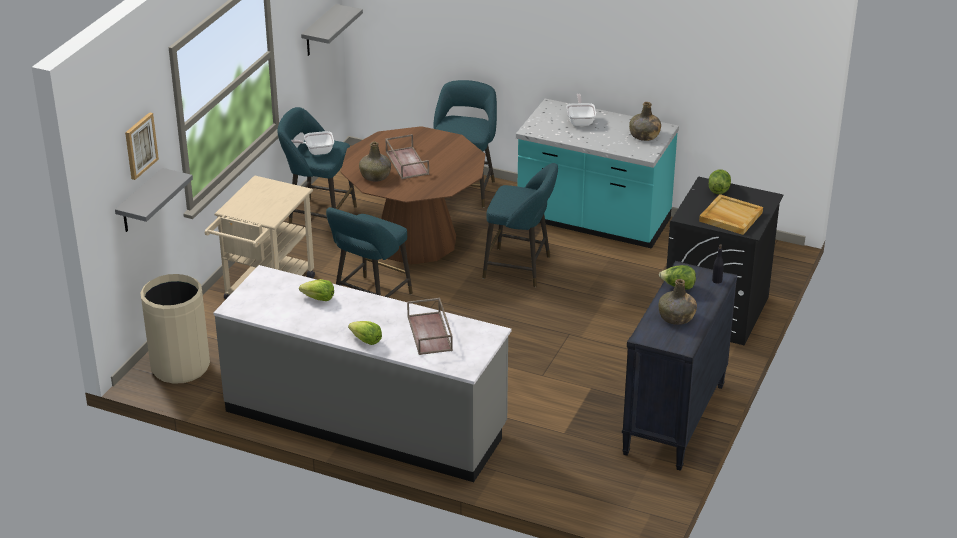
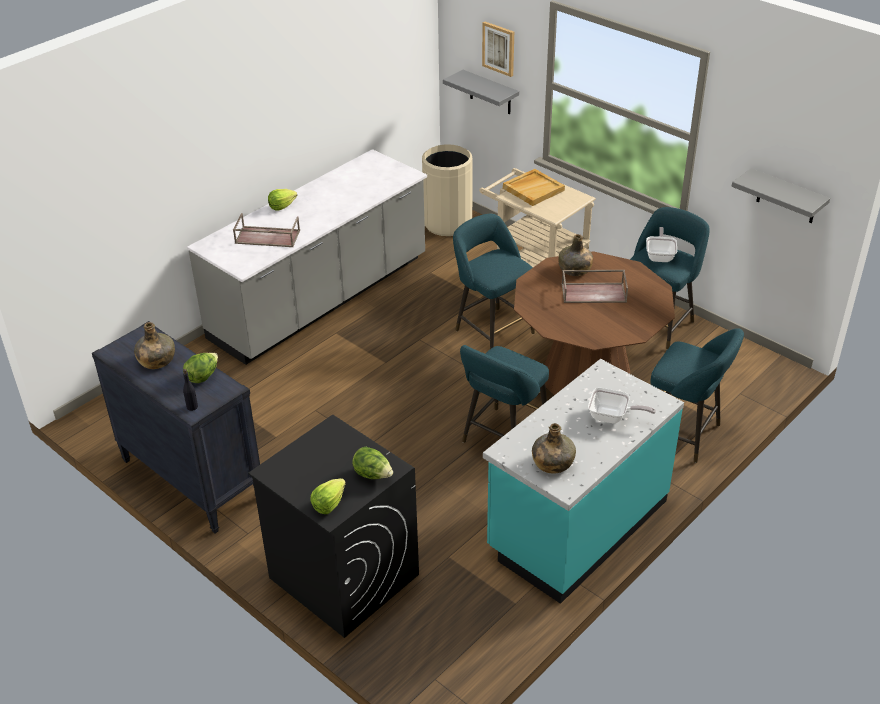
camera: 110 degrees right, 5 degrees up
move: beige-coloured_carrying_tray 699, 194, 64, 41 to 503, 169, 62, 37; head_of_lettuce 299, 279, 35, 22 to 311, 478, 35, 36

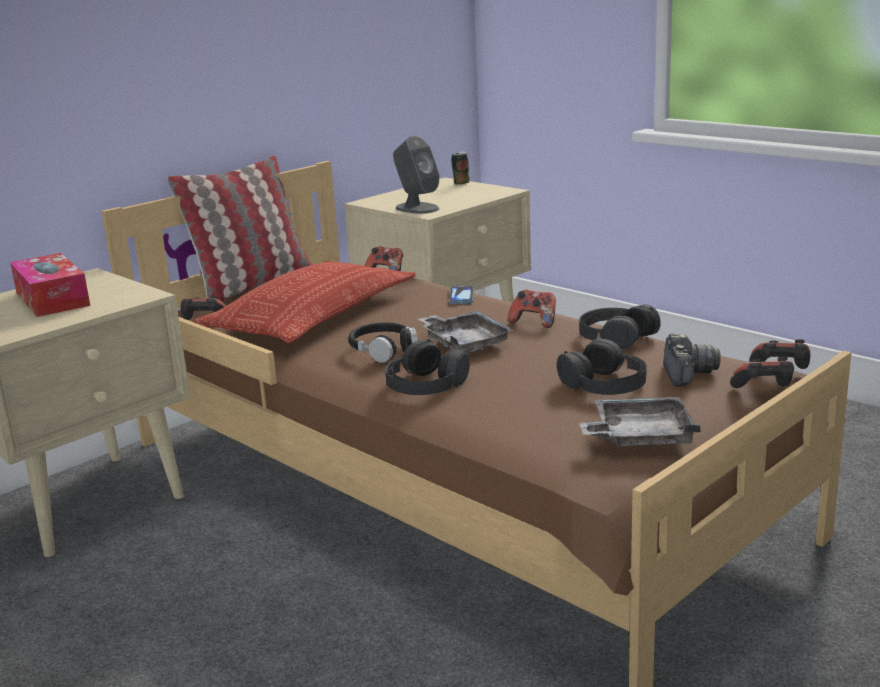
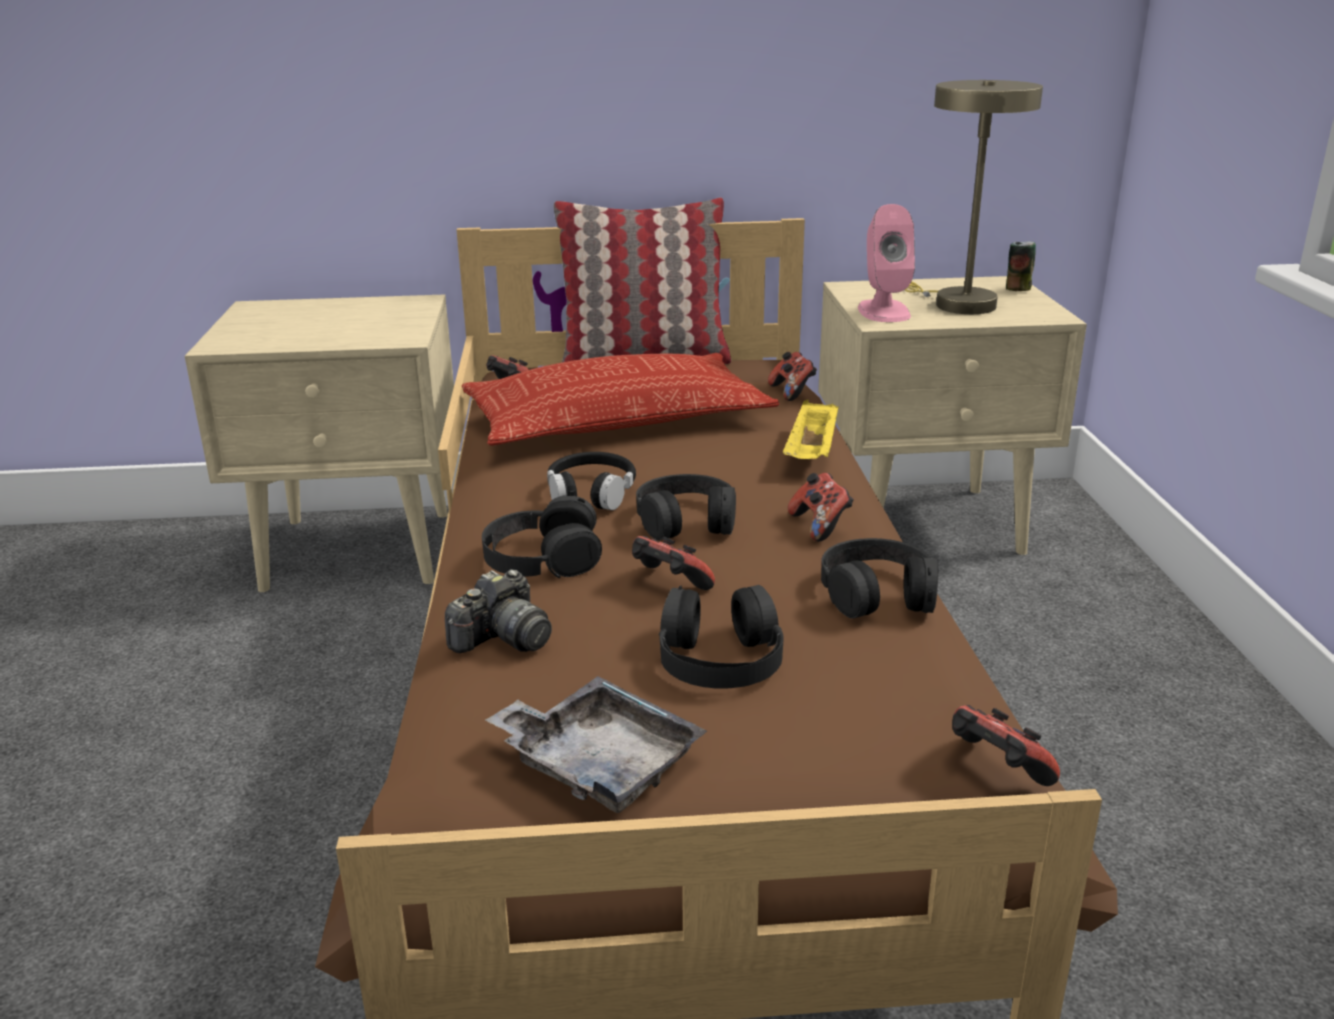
camera: 40 degrees right, 5 degrees up
delete: tissue_box 10, 253, 80, 64
insert: beige-coloured_tabletop_lamp 905, 80, 138, 234
move: photo_camera 663, 333, 58, 53 to 445, 569, 107, 84; joypad 730, 357, 64, 31 to 632, 536, 83, 54
replace: phone 449, 286, 25, 18 to yellowish_carrying_tray 783, 400, 56, 59; greyish_carrying_tray 418, 310, 97, 43 to black_pair_of_headphones 636, 474, 100, 67
recolor: greyish_audio_speaker 393, 136, 47, 78 to pinkish_audio_speaker 858, 204, 57, 118

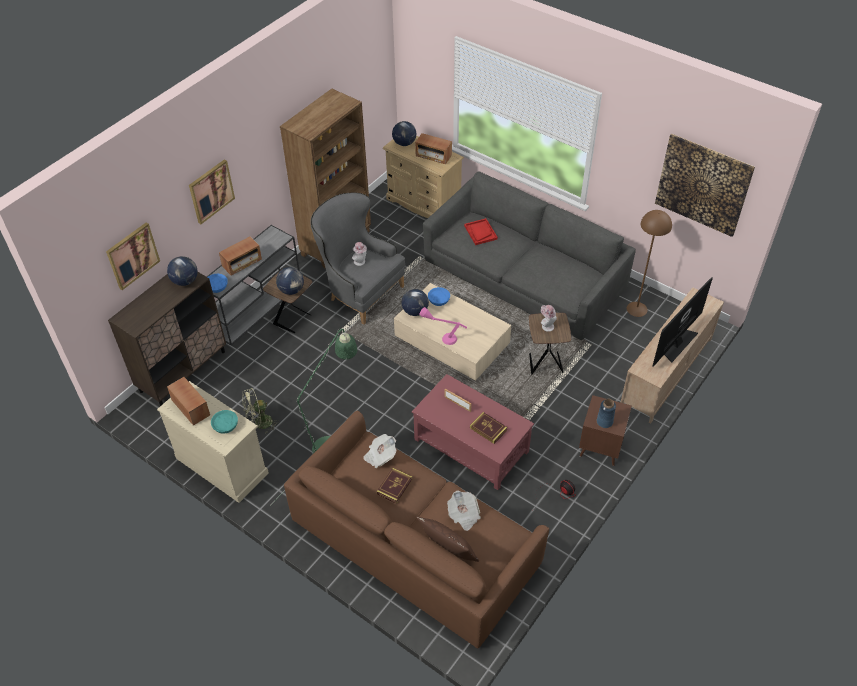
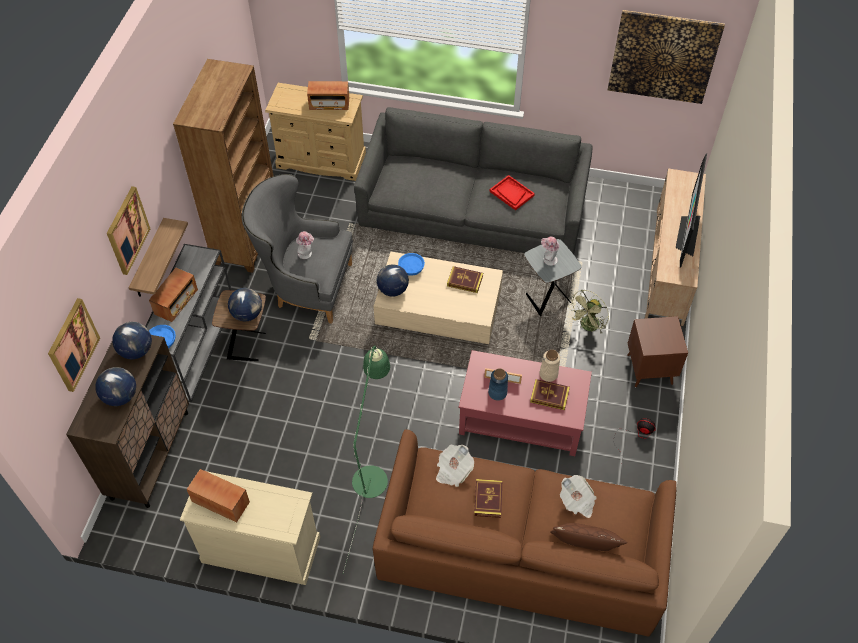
camera: 25 degrees left, 5 degrees up
delete: brown_standard_lamp 627, 210, 45, 107; pinkish_tabletop_lamp 419, 307, 48, 38; turquoise_bowl 211, 410, 27, 24
insert: bracket_shelf 129, 218, 59, 79; bound_book 447, 266, 36, 27; beige-coloured_flower_vase 539, 350, 21, 32
move: globe 392, 121, 24, 25 to 95, 367, 41, 39; red-coloured_carrying_tray 464, 218, 34, 27 to 489, 175, 46, 35; green-coloured_cooling_fan 242, 388, 37, 46 to 568, 290, 41, 43; blue-coloured_flower_vase 597, 399, 19, 29 to 488, 368, 20, 33
recolor: brown_end_table 529, 313, 42, 62 to greyish_end_table 524, 239, 57, 77

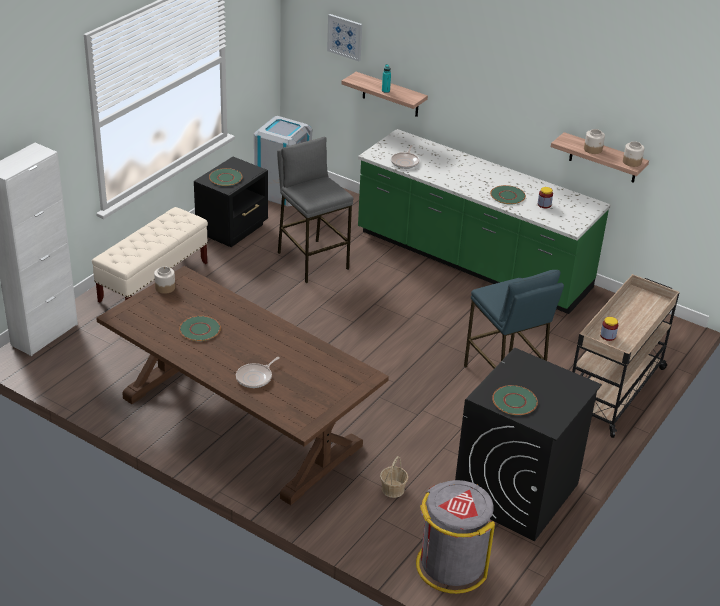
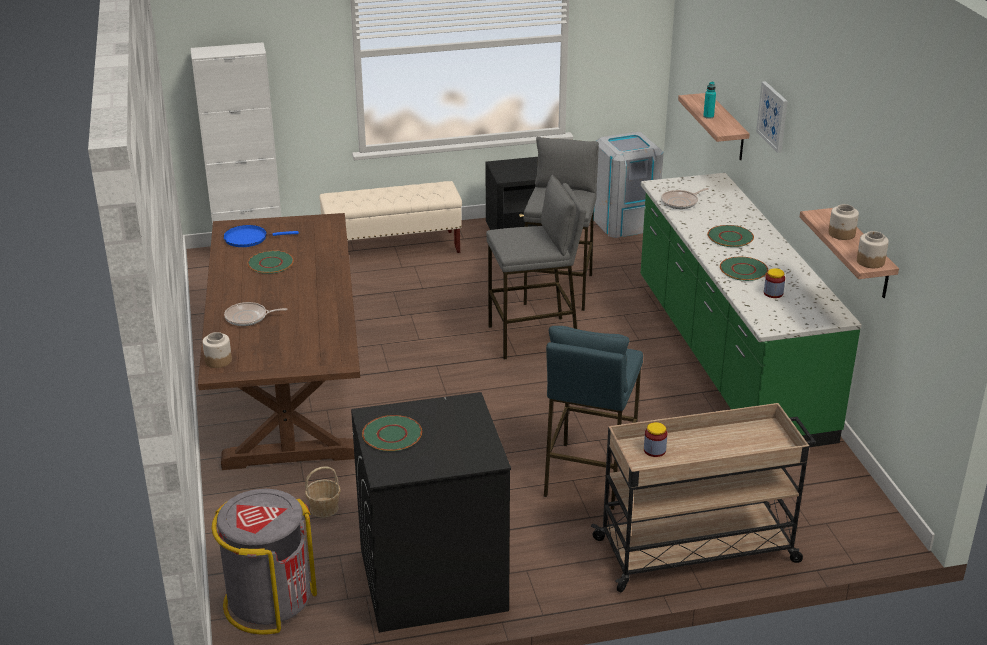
camera: 45 degrees right, 5 degrees down
insert: greyish_stool_seat 486, 175, 100, 184; blue-coloured_frying_pan 223, 225, 76, 22
move: wall_picture 327, 14, 35, 47 to 756, 81, 32, 72; green-coloured_dinner_plate 209, 168, 34, 18 to 708, 225, 46, 22; storage_jar 154, 266, 21, 28 to 202, 332, 30, 36

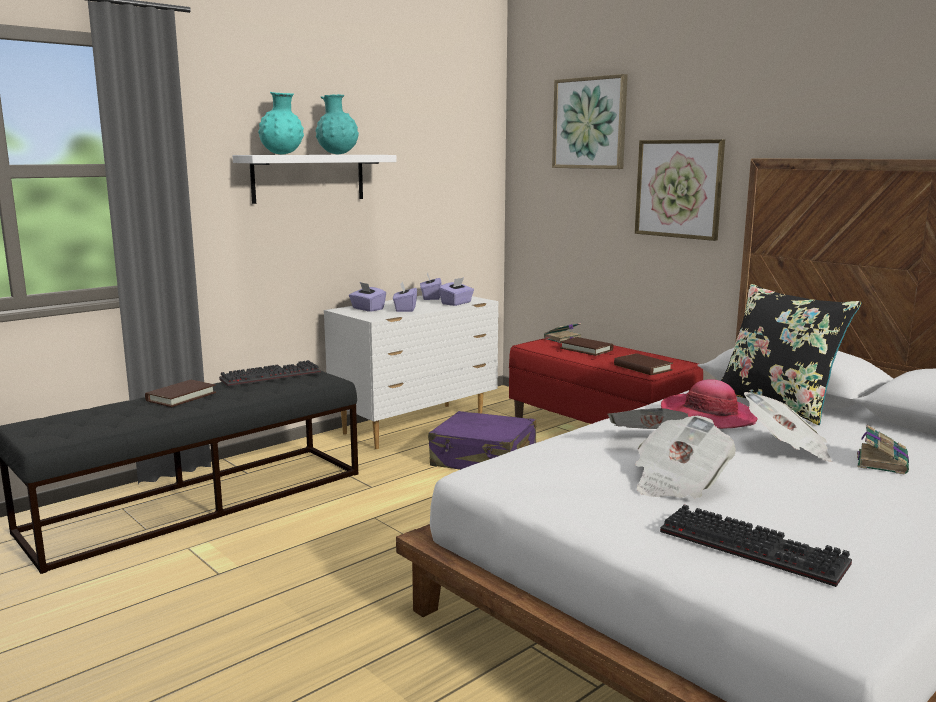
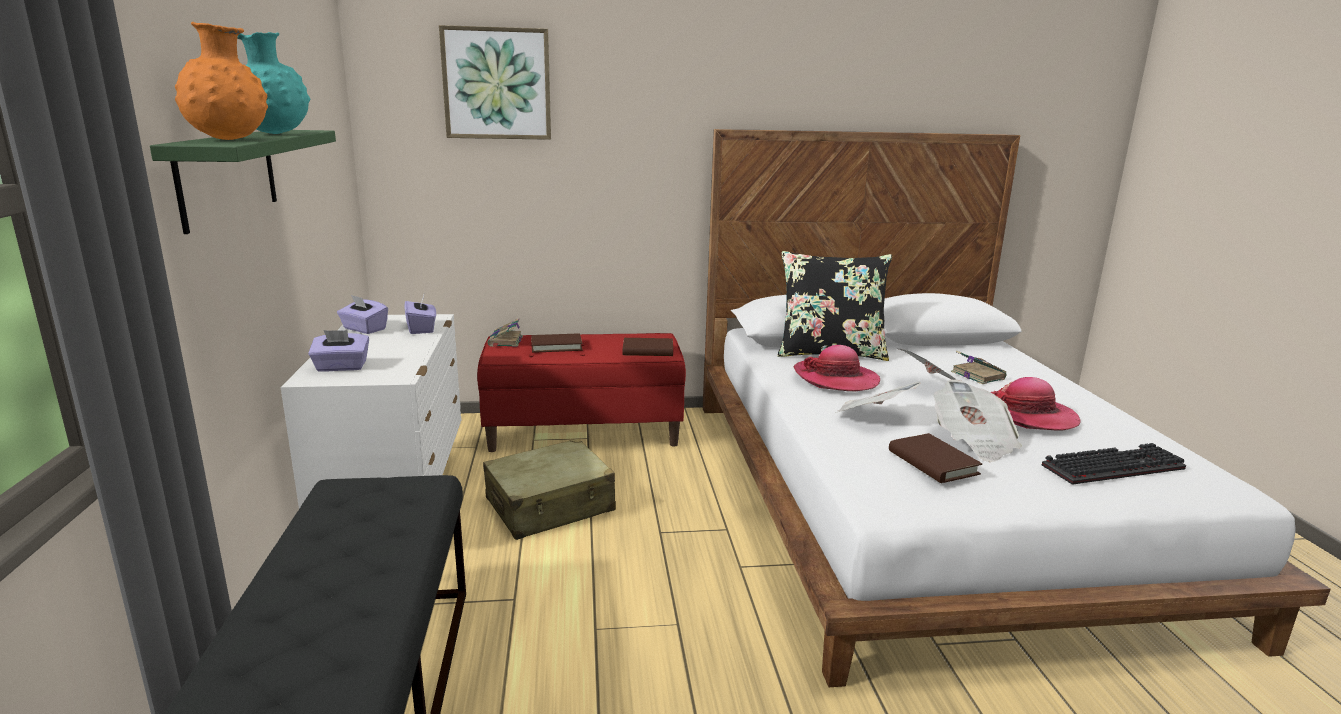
camera: 55 degrees left, 5 degrees up
delete: wall_picture 635, 139, 90, 102; purple_tissue_box 393, 281, 24, 31; keyboard 219, 360, 102, 27
insert: clothing_hat 991, 377, 90, 54
move: brown_bound_book 145, 380, 71, 27 to 889, 433, 93, 50
recolor: turquoise_flower_vase 258, 92, 46, 63 to orange_flower_vase 175, 22, 93, 118; white_bracket_shelf 232, 155, 165, 49 to green-coloured_bracket_shelf 150, 130, 186, 104; purple_piece_of_luggage 428, 411, 108, 59 to beige-coloured_piece_of_luggage 483, 439, 133, 101

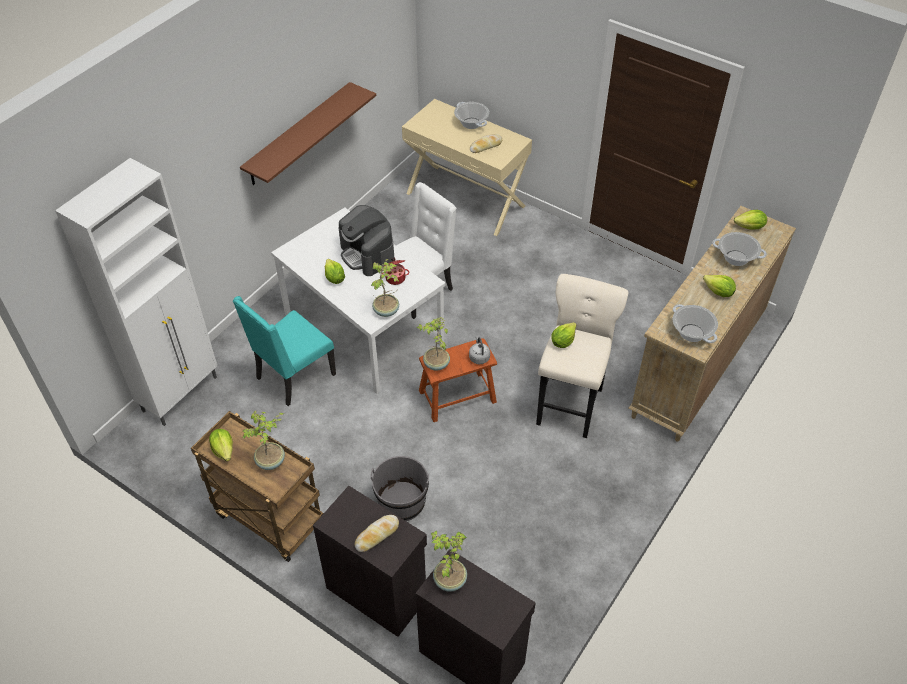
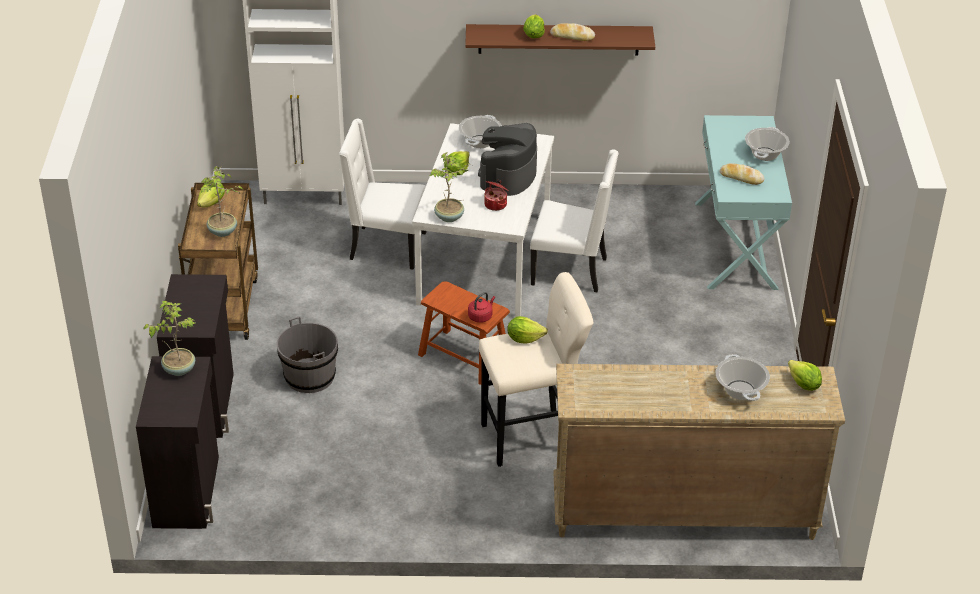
camera: 55 degrees right, 10 degrees down
delete: potted_plant 417, 317, 33, 54
move: head_of_lettuce 703, 275, 33, 22 to 523, 14, 22, 24; saucepot 672, 304, 46, 39 to 459, 115, 43, 33; bakery_bread 355, 515, 44, 37 to 550, 23, 45, 18
recolor: beige-coloured_console_table 402, 99, 130, 137 to turquoise_console_table 695, 115, 97, 175; turquoise_plain_chair 233, 296, 103, 110 to white_plain_chair 339, 119, 87, 151; greyish_water_kettle 469, 336, 21, 28 to red-coloured_water_kettle 468, 292, 27, 31

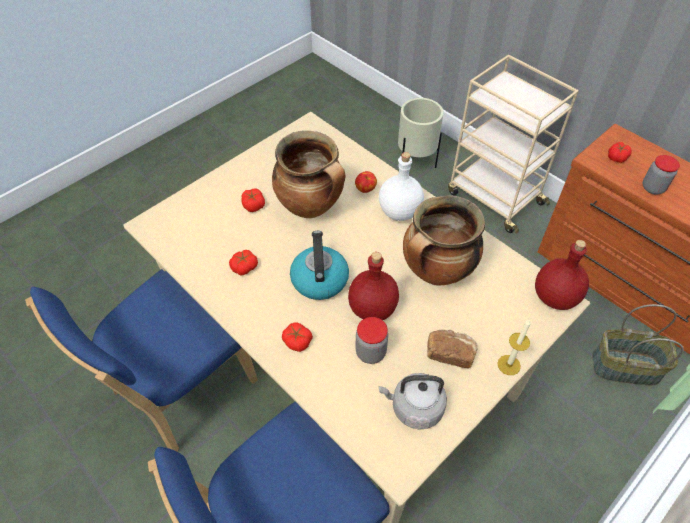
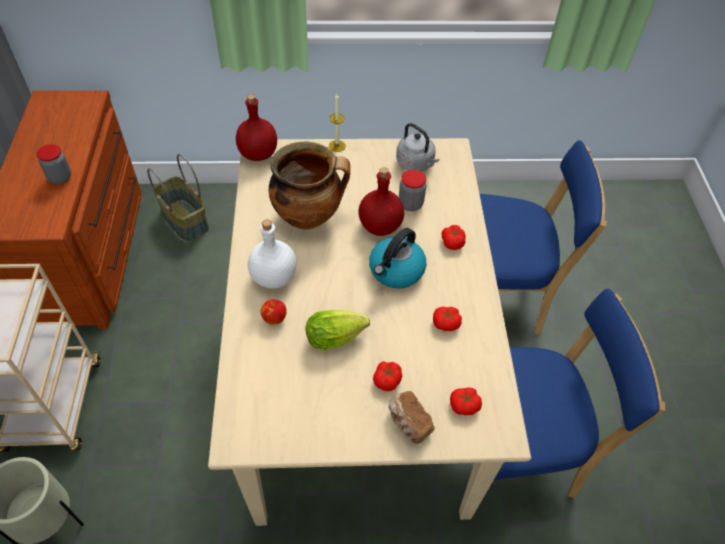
camera: 140 degrees left, 0 degrees up
move: tomato 608, 142, 24, 21 to 450, 388, 32, 27; bakery_bread 427, 330, 51, 38 to 388, 391, 47, 53
replace: saucepot 272, 131, 74, 87 to head_of_lettuce 306, 310, 64, 40

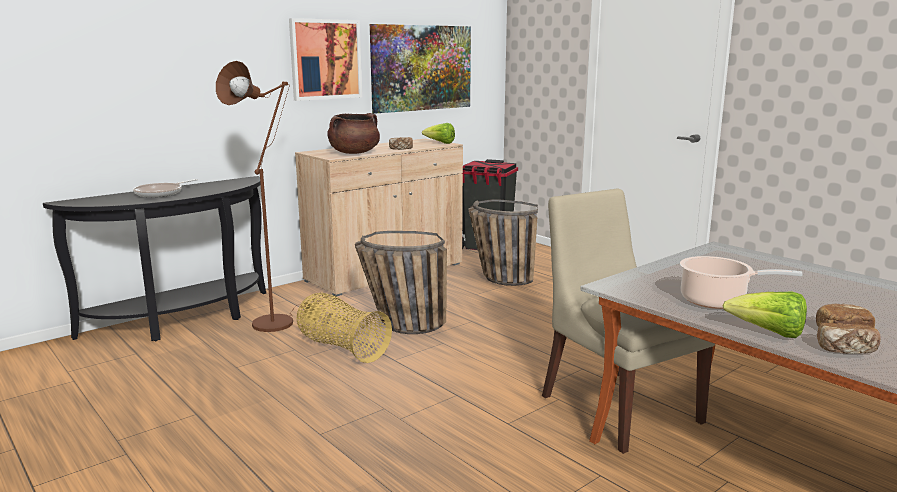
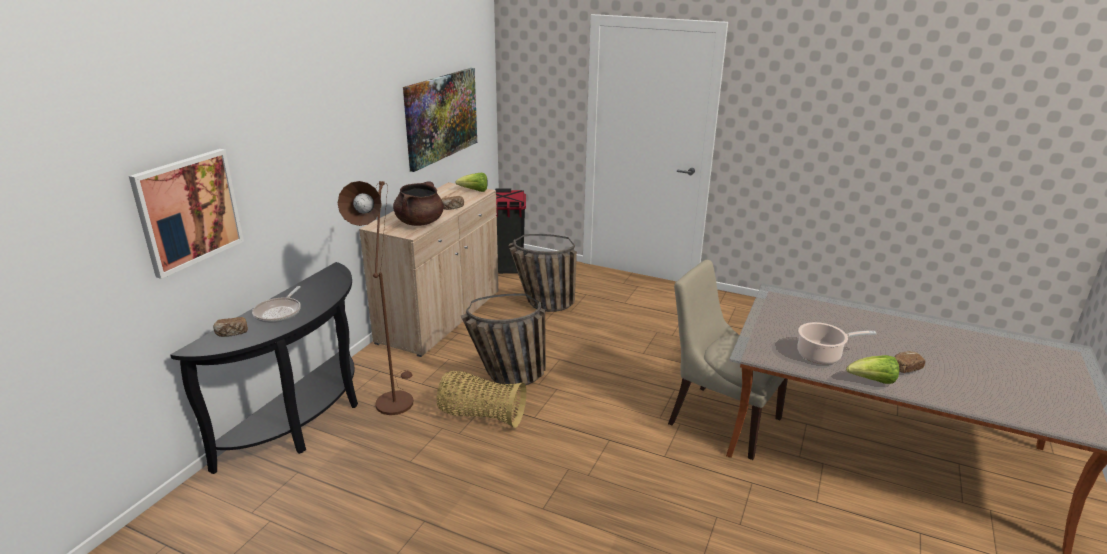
camera: 25 degrees left, 10 degrees up
move: wall_picture 289, 18, 73, 83 to 129, 149, 115, 130; bakery_bread 817, 323, 64, 31 to 213, 317, 35, 20

